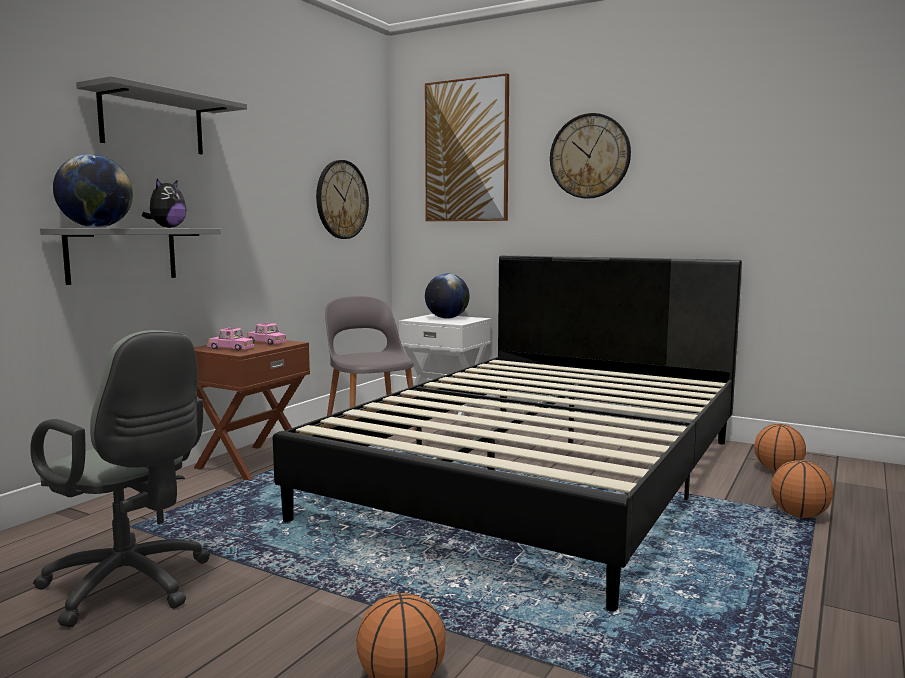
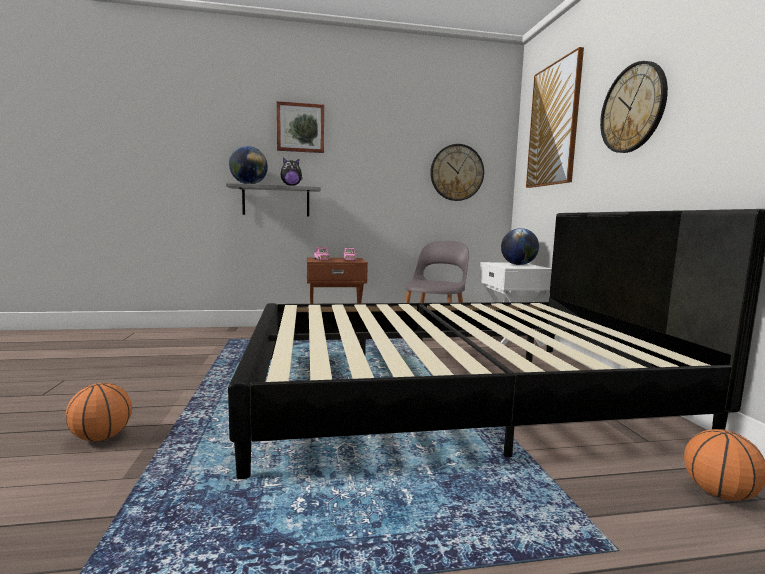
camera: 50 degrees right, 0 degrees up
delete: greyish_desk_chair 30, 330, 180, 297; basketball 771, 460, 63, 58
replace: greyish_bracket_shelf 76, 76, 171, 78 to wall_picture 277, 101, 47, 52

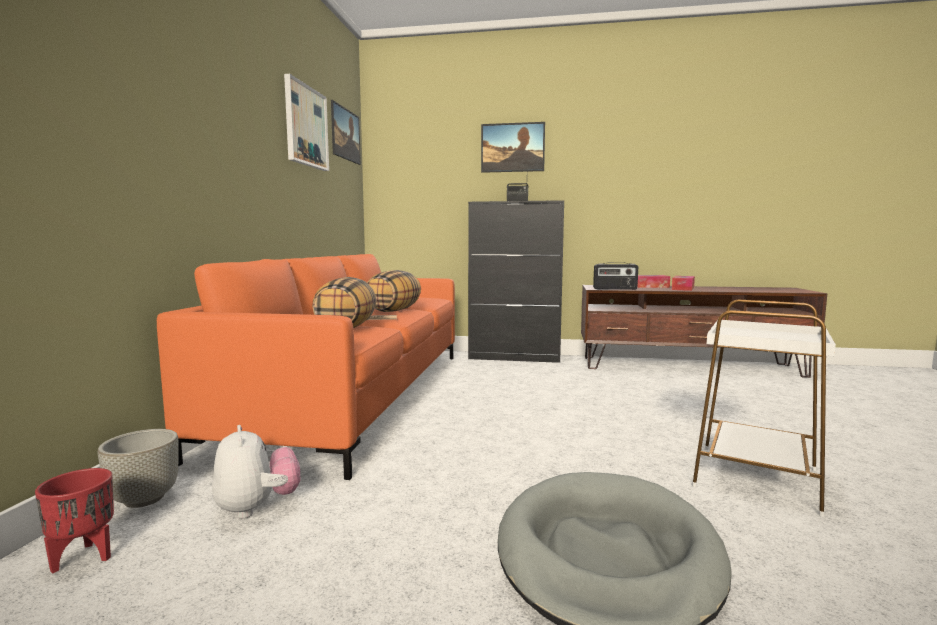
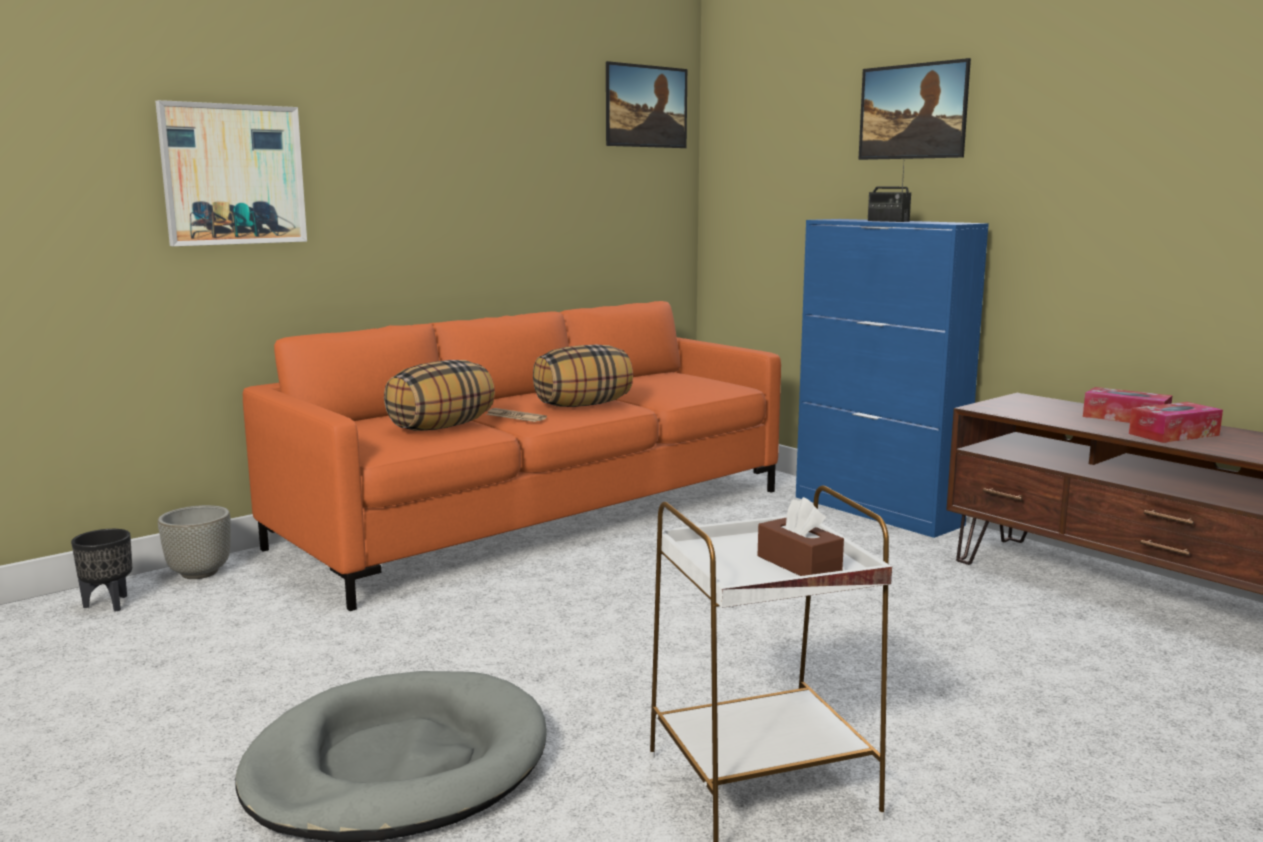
camera: 40 degrees right, 5 degrees up
delete: radio_receiver 593, 262, 45, 28; soft_toy 212, 425, 89, 94
insert: brown_tissue_box 758, 497, 86, 79
move: wall_picture 284, 74, 45, 97 to 155, 100, 152, 146
recolor: black_storage_cabinet 468, 200, 96, 163 to blue-coloured_storage_cabinet 796, 219, 193, 319; red-coloured_plant_pot 35, 468, 79, 105 to black_plant_pot 71, 529, 61, 83

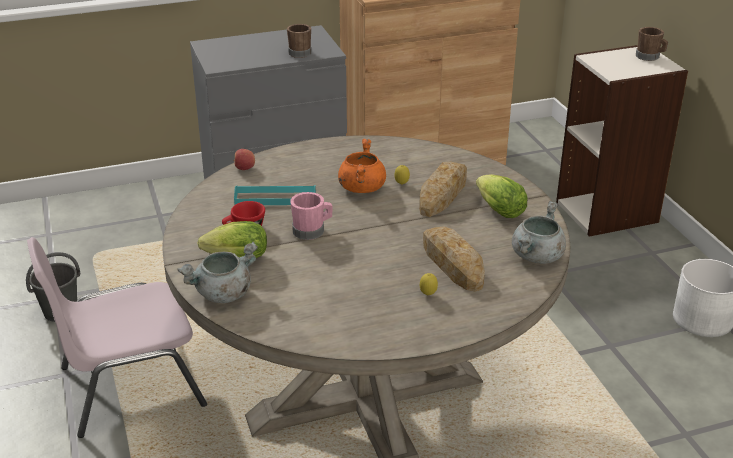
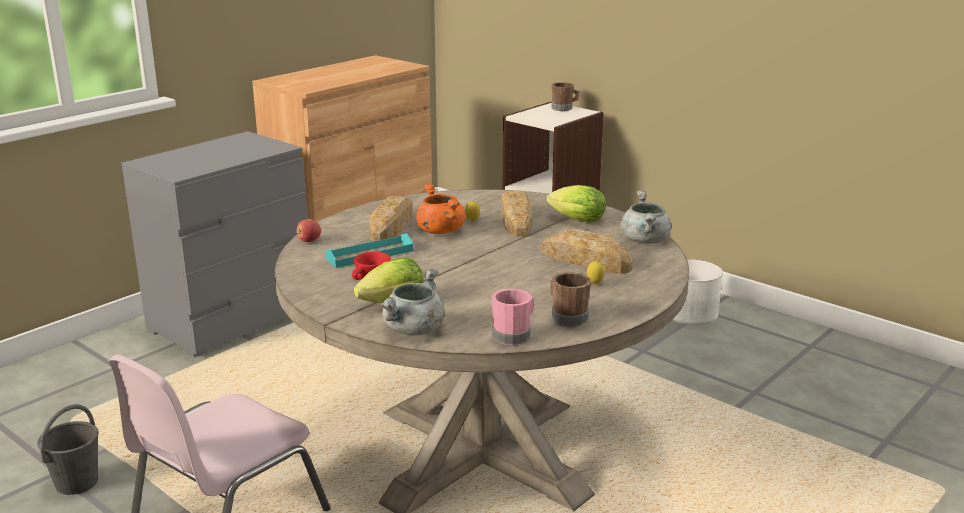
camera: 30 degrees left, 10 degrees down
insert: bakery_bread 369, 196, 44, 45
move: brown_mug 287, 24, 25, 34 to 551, 272, 40, 54; pinkish_mug 290, 192, 43, 48 to 491, 289, 43, 56

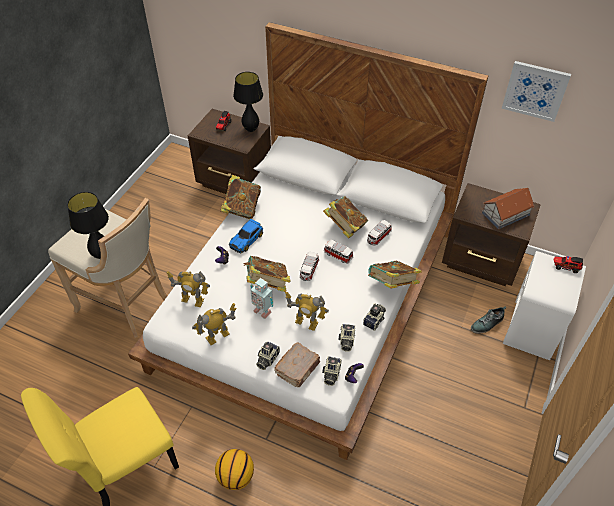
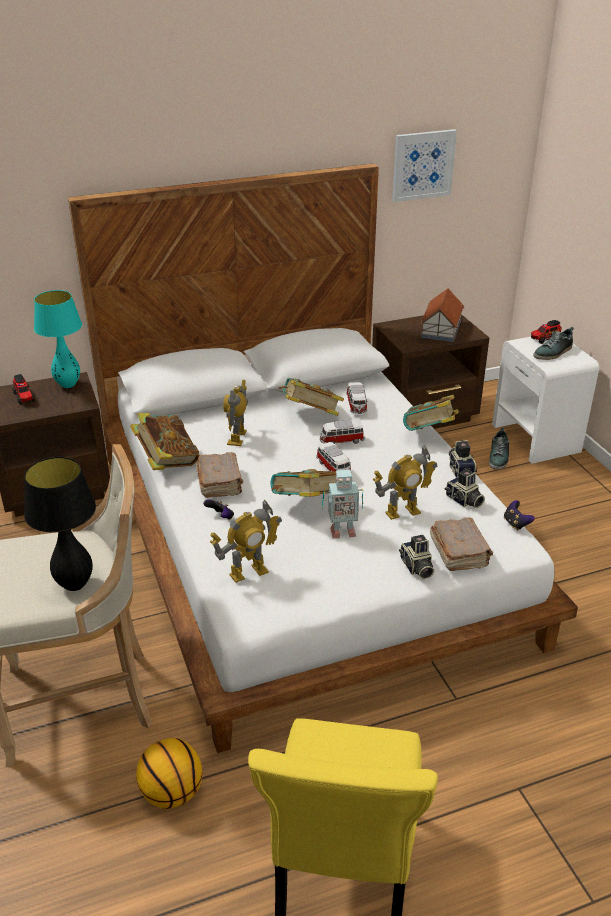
camera: 45 degrees left, 15 degrees down
delete: photo_camera 322, 356, 20, 30
insert: low_shoe 533, 327, 41, 33
move: robot_figure 192, 303, 45, 42 to 223, 380, 25, 66; basketball 215, 449, 39, 41 to 136, 738, 66, 71
replace: toy_car 229, 219, 34, 35 to brown_bound_book 196, 452, 47, 46
recolor: black_tabletop_lamp 233, 72, 30, 60 to turquoise_tabletop_lamp 34, 290, 48, 98

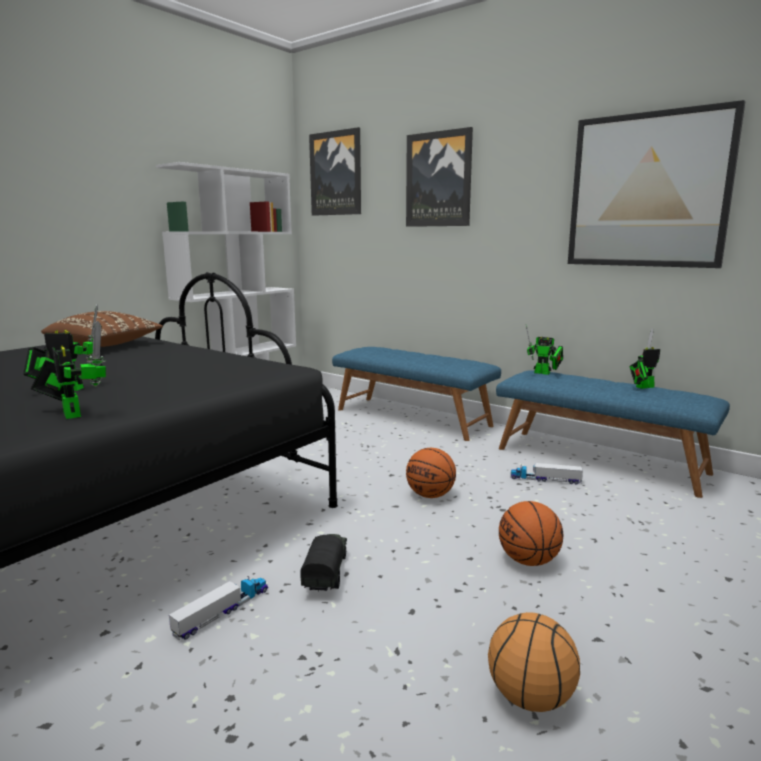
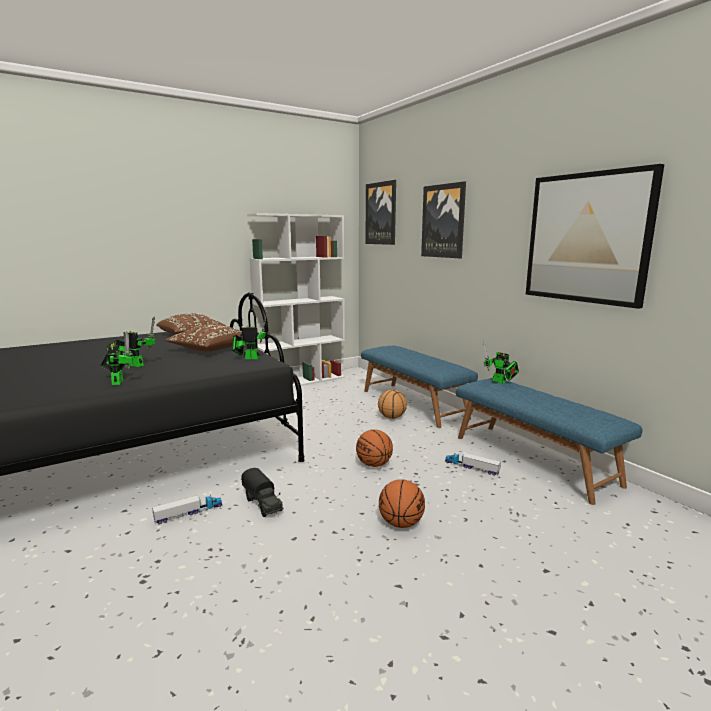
camera: 20 degrees right, 0 degrees up
insert: brown_pillow 165, 324, 77, 27
move: robot_figure 629, 328, 31, 61 to 232, 311, 35, 48; basketball 488, 612, 92, 100 to 378, 389, 29, 30
rotate: toy_lorry 300, 534, 47, 58 = 241, 468, 42, 49 120 degrees clockwise

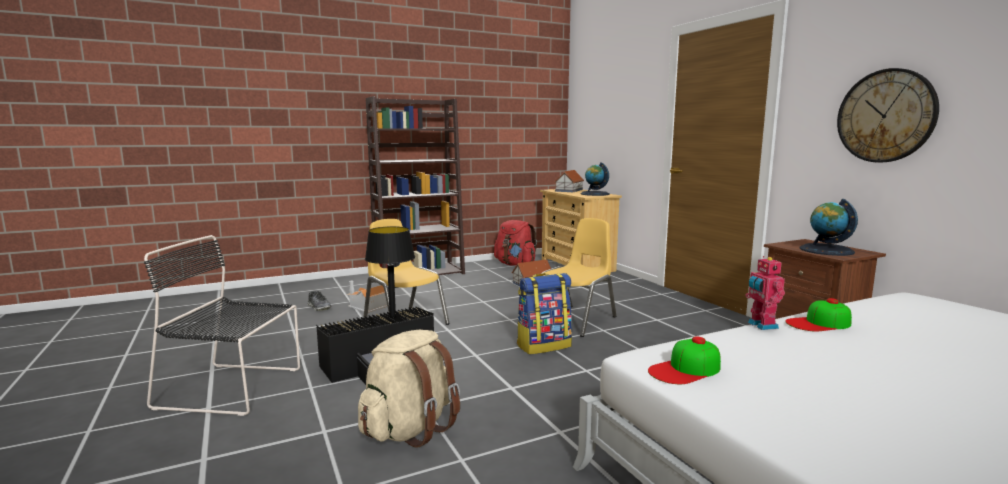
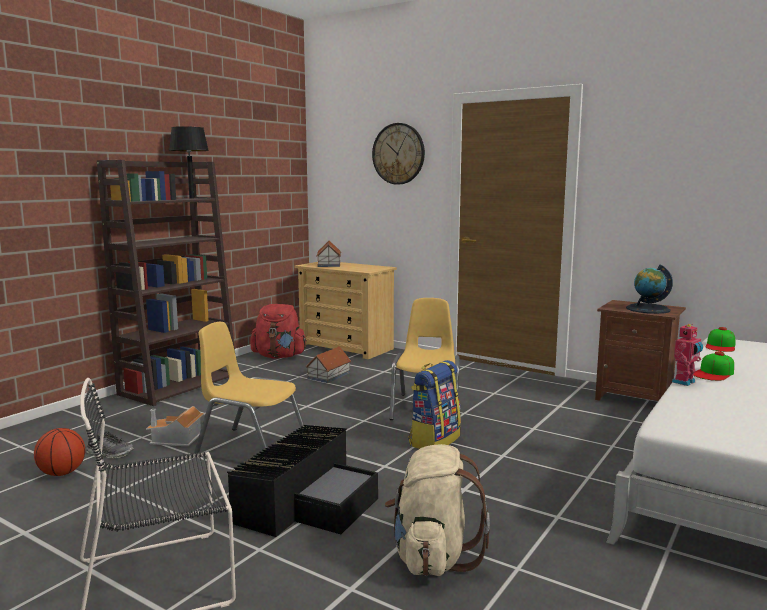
camera: 30 degrees left, 0 degrees up
delete: globe 581, 162, 29, 34
insert: basketball 34, 428, 51, 48
move: wall_clock 837, 68, 102, 94 to 372, 123, 53, 62; black_tabletop_lamp 365, 226, 50, 91 to 169, 126, 40, 73; cap 648, 336, 73, 48 to 706, 327, 29, 25
rotate: robot_figure 745, 256, 40, 74 = 672, 324, 31, 62 90 degrees counterclockwise

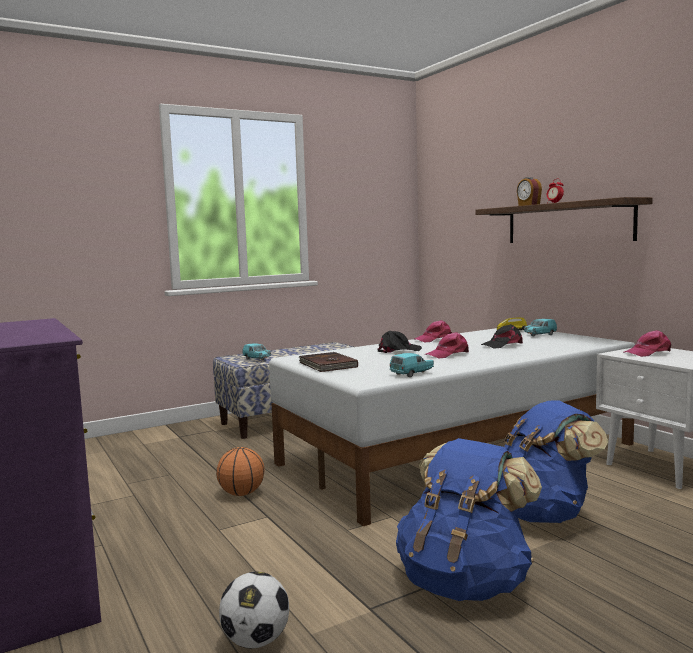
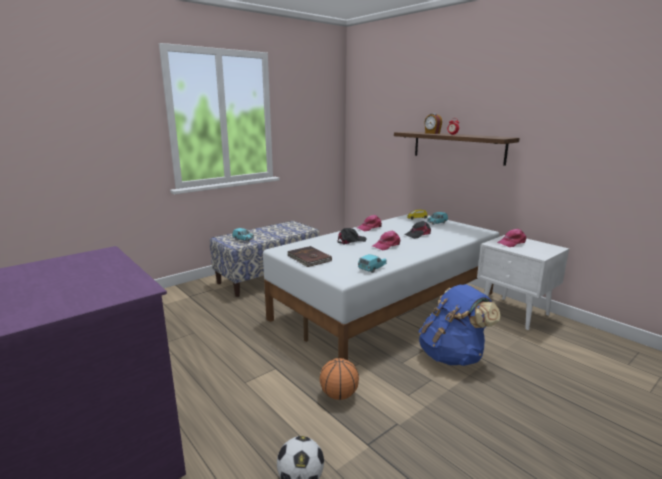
camera: 10 degrees left, 10 degrees up
delete: blue-coloured_backpack 396, 438, 146, 163
move: basketball 216, 447, 49, 49 to 320, 358, 39, 42

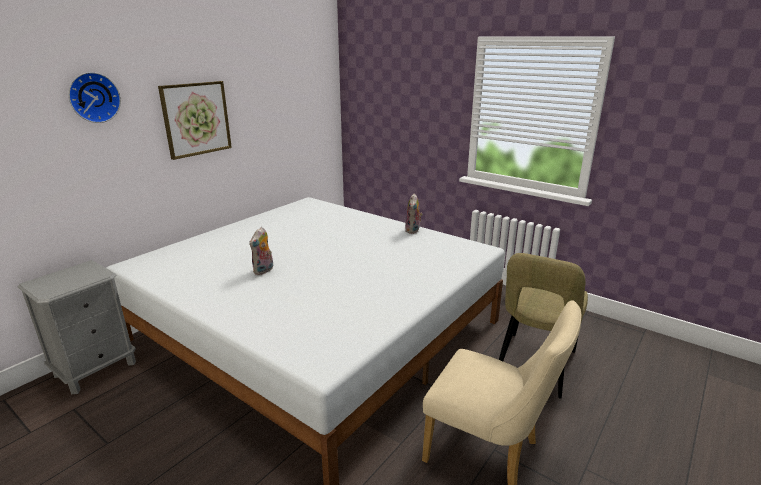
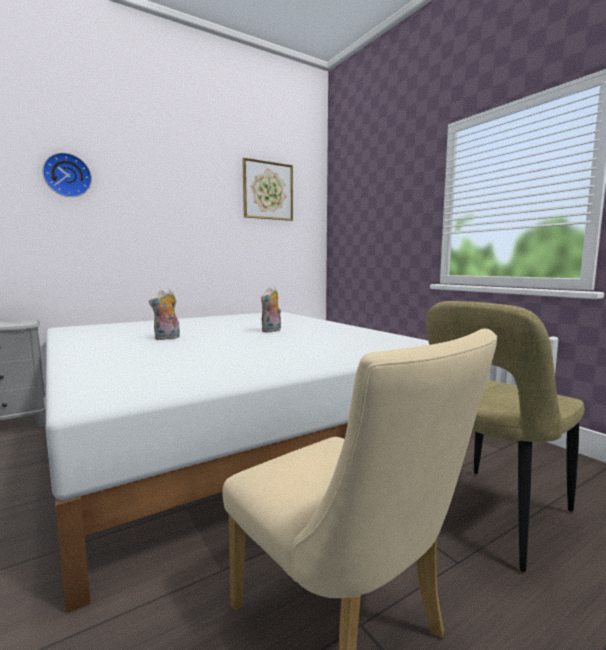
camera: 20 degrees right, 15 degrees down
move: wall_picture 158, 81, 74, 79 to 242, 158, 51, 63; soft_toy 405, 193, 18, 41 to 261, 286, 20, 46

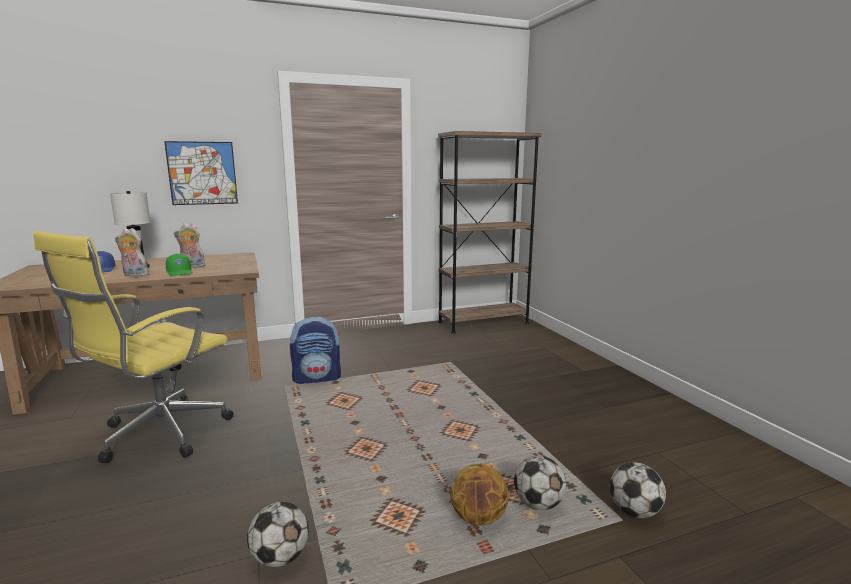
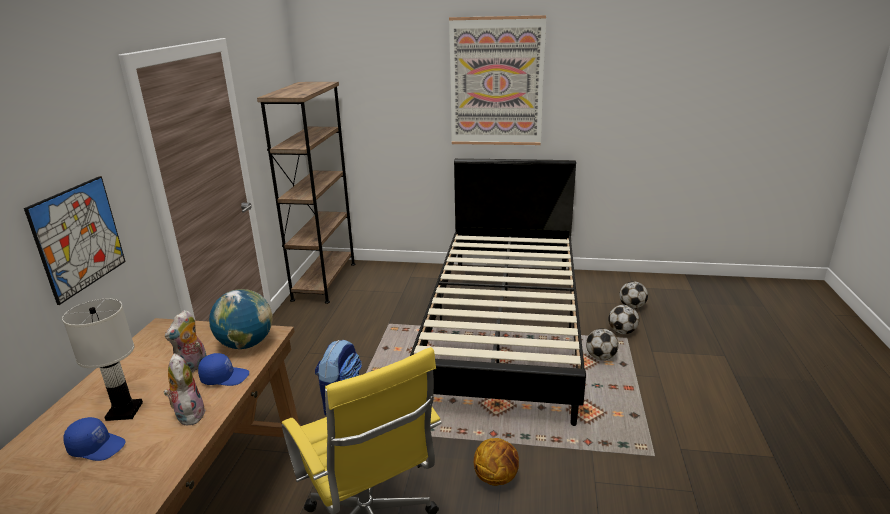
camera: 60 degrees left, 10 degrees up
insert: wall_picture 449, 15, 97, 130; black_bed 410, 158, 176, 268; globe 209, 289, 64, 60
move: basketball 450, 464, 59, 62 to 474, 438, 45, 48; football 247, 502, 62, 65 to 619, 281, 29, 28
recolor: green-coloured_cap 166, 254, 27, 22 to blue-coloured_cap 198, 353, 51, 33
rotate: soft_toy 115, 228, 34, 49 = 164, 354, 42, 71 120 degrees clockwise

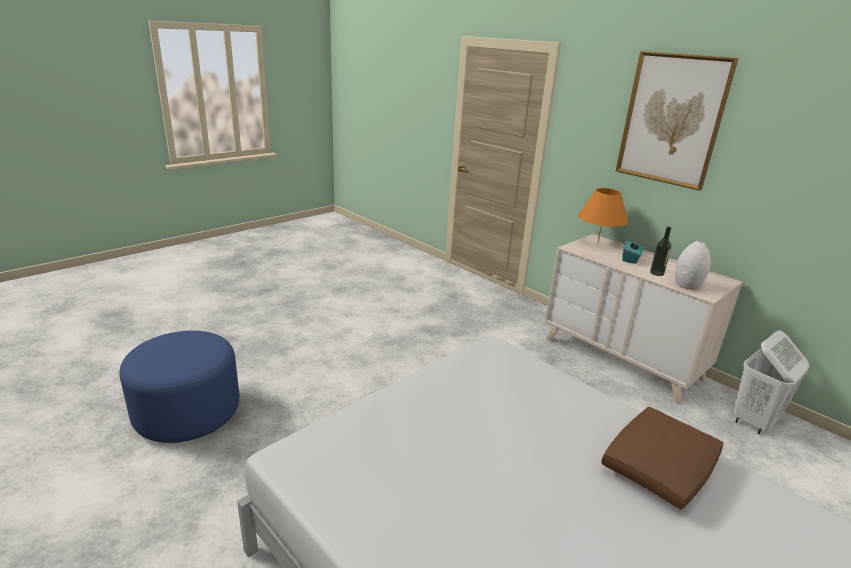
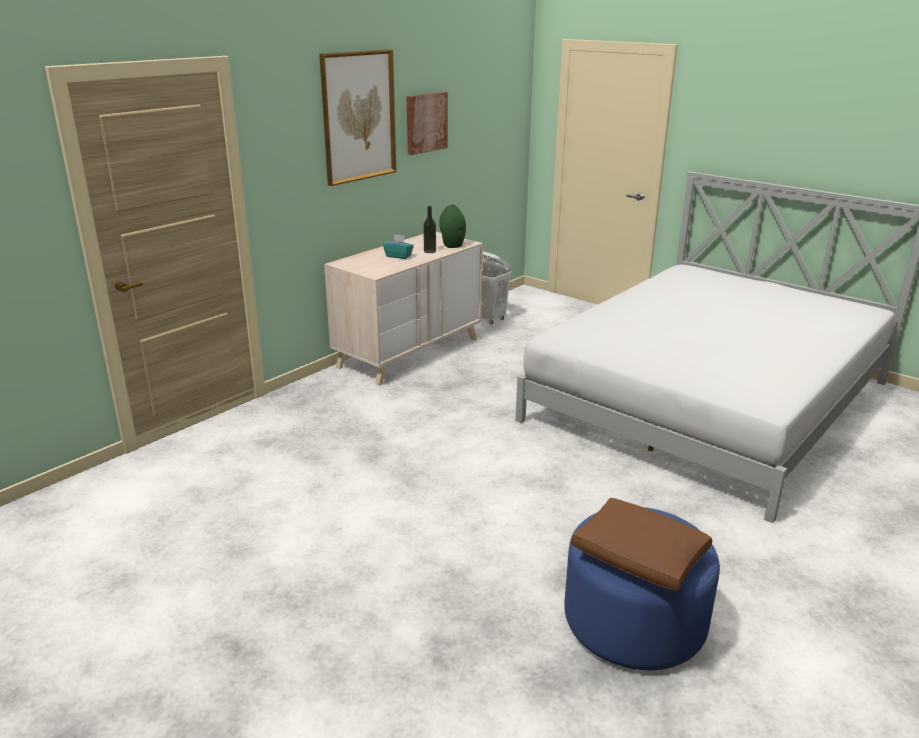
camera: 95 degrees left, 0 degrees up
delete: orange_tabletop_lamp 578, 188, 50, 54
insert: wall_picture 407, 92, 41, 63
move: brown_pillow 601, 407, 122, 103 to 571, 498, 141, 93
recolor: white_flower_vase 675, 241, 36, 49 to green-coloured_flower_vase 439, 205, 27, 43

